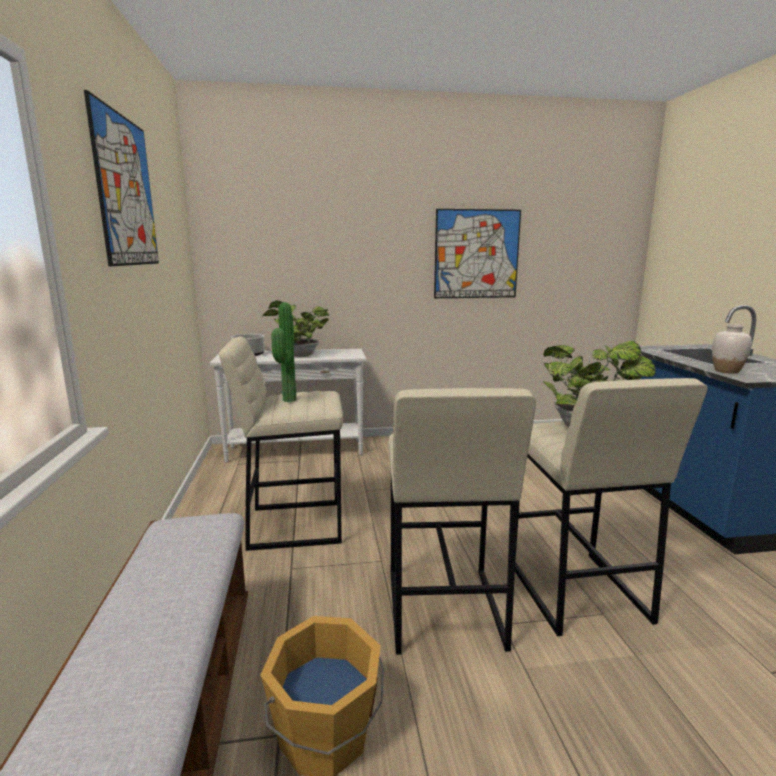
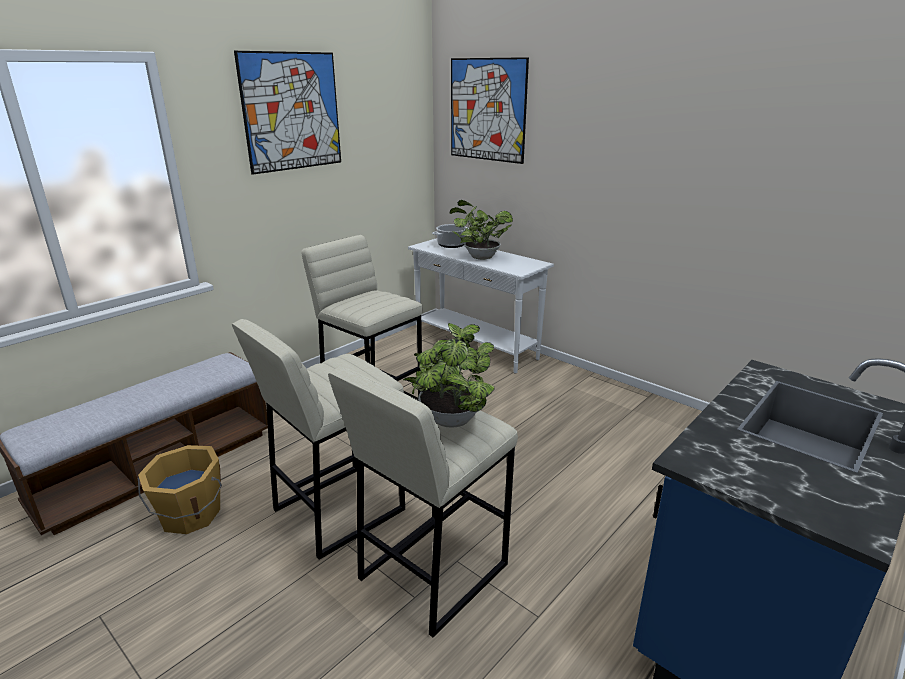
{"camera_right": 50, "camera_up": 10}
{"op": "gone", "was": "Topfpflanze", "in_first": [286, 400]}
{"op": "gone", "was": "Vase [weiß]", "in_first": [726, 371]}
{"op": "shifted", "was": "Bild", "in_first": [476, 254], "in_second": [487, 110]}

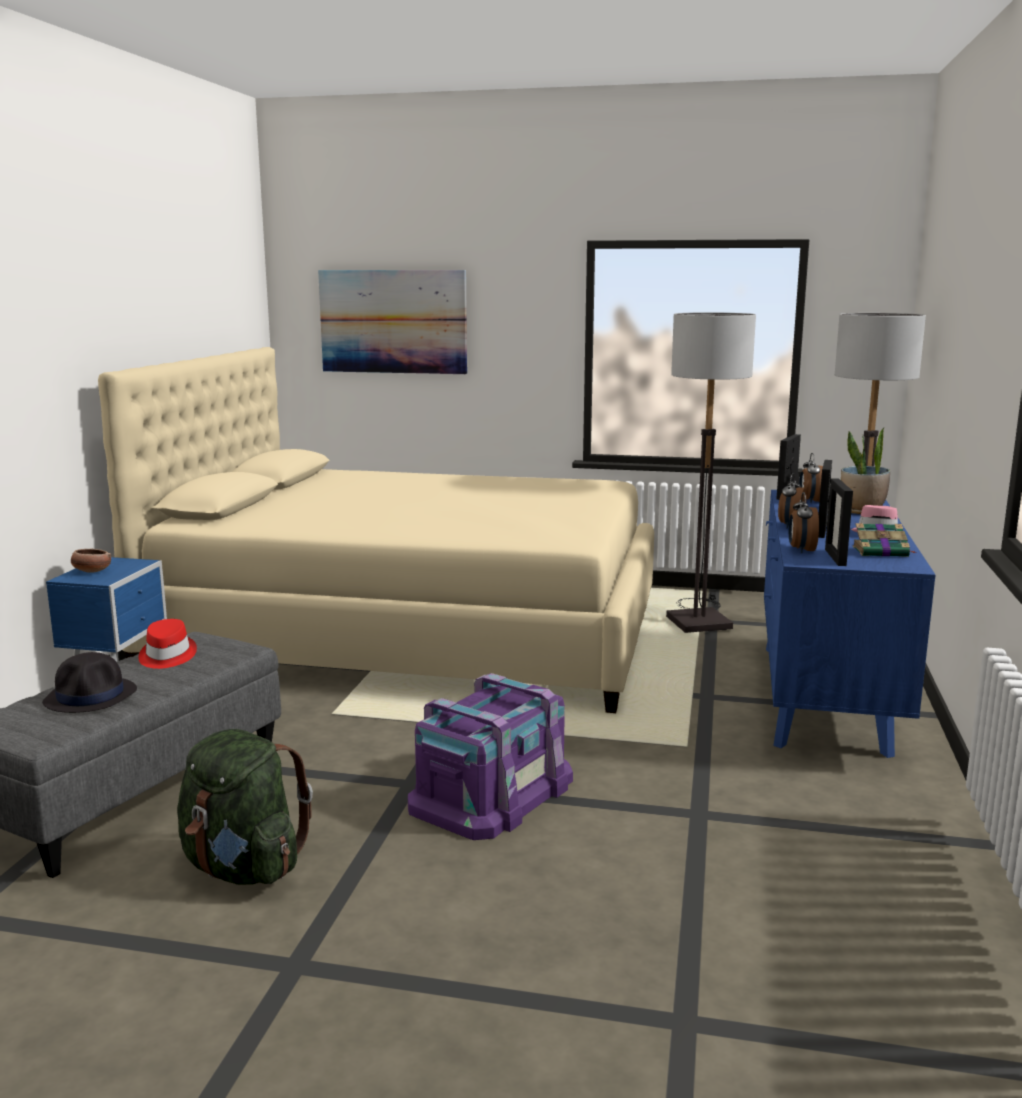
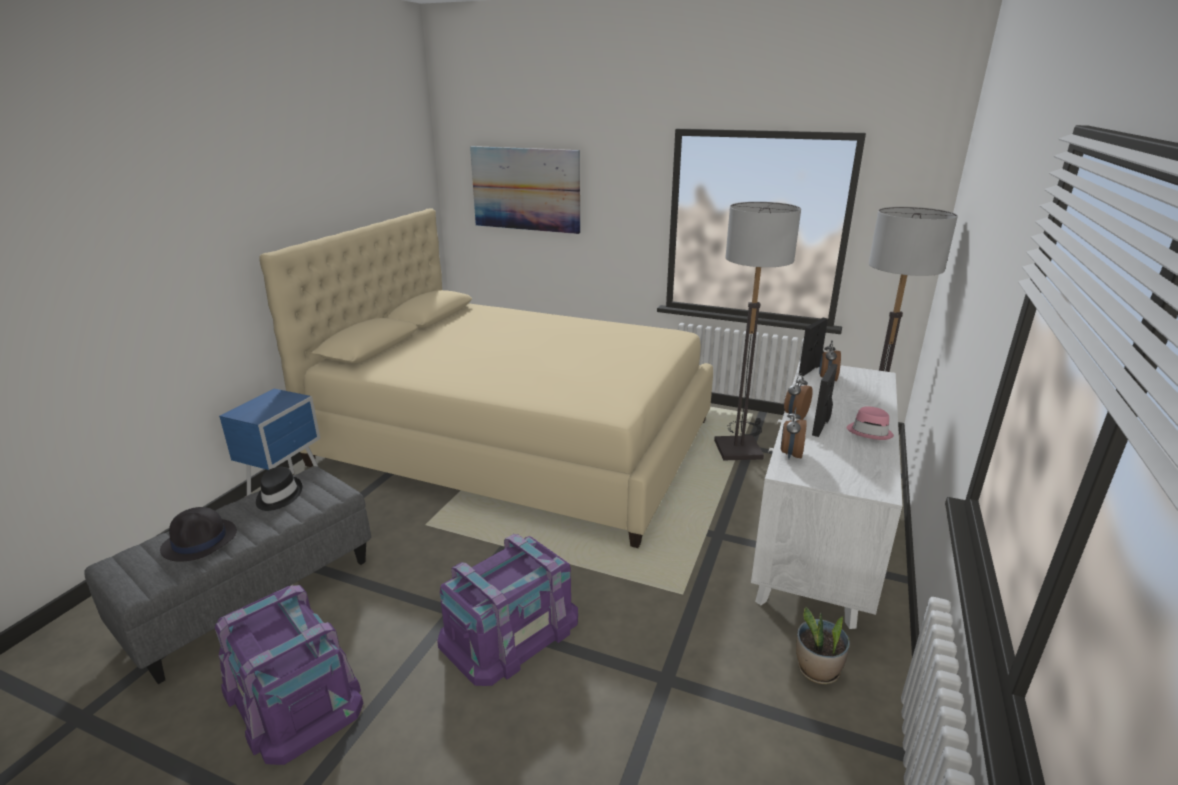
{"camera_right": 10, "camera_up": 10}
{"op": "gone", "was": "Schüssel", "in_first": [91, 571]}
{"op": "gone", "was": "Bilderrahmen", "in_first": [836, 557]}
{"op": "gone", "was": "Buch", "in_first": [882, 552]}
{"op": "shifted", "was": "Topfpflanze", "in_first": [862, 511], "in_second": [817, 670]}
{"op": "swapped", "was": "Rucksack [grün]", "now": "Aufbewahrungsbox [lila]", "in_first": [243, 868], "in_second": [293, 693]}
{"op": "repainted", "was": "Hut [rot]", "now": "Hut [schwarz]", "in_first": [166, 656], "in_second": [278, 496]}
{"op": "repainted", "was": "Kommode [blau]", "now": "Kommode [weiß]", "in_first": [825, 697], "in_second": [817, 547]}

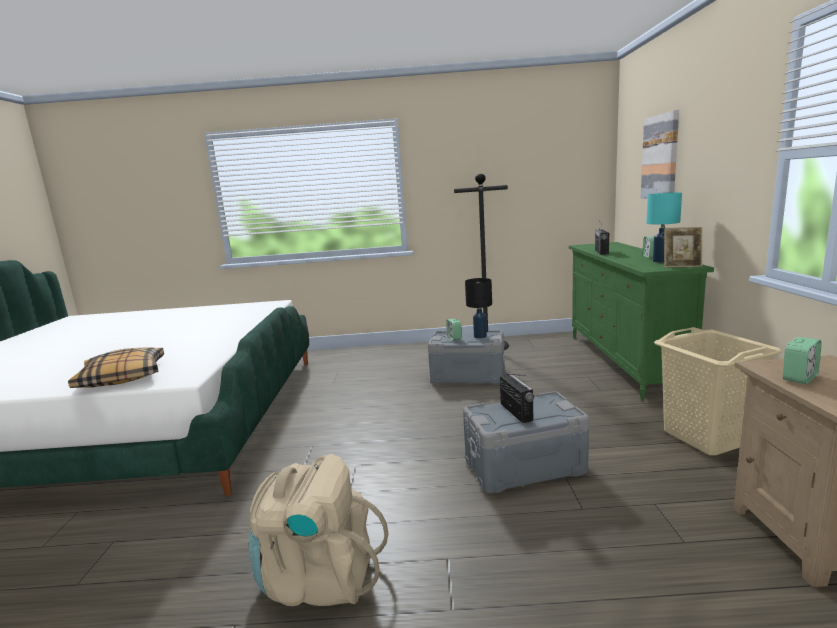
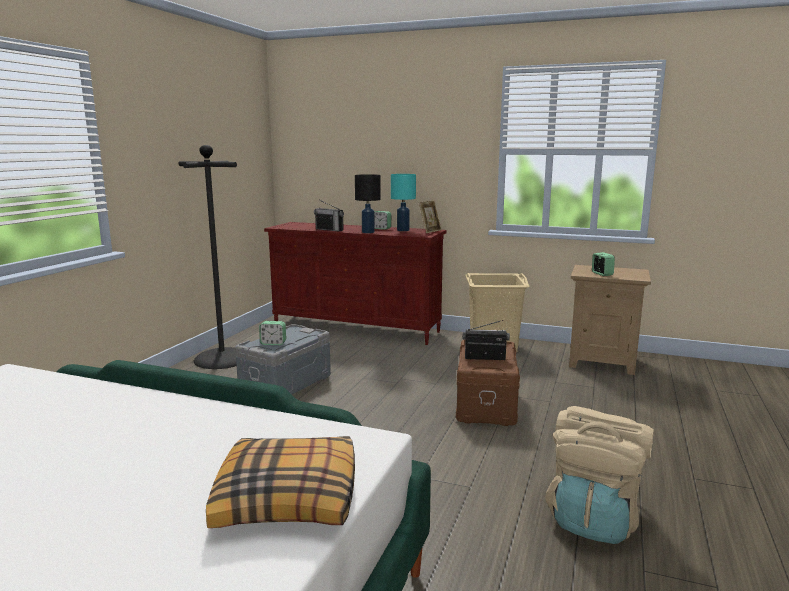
{"camera_right": -70, "camera_up": 0}
{"op": "gone", "was": "Bild", "in_first": [660, 157]}
{"op": "shifted", "was": "Tischlampe [schwarz]", "in_first": [480, 336], "in_second": [368, 232]}
{"op": "repainted", "was": "Aufbewahrungsbox [grau]", "now": "Aufbewahrungsbox [braun]", "in_first": [524, 466], "in_second": [485, 404]}
{"op": "repainted", "was": "Kommode [grün]", "now": "Kommode [rot]", "in_first": [623, 362], "in_second": [356, 329]}

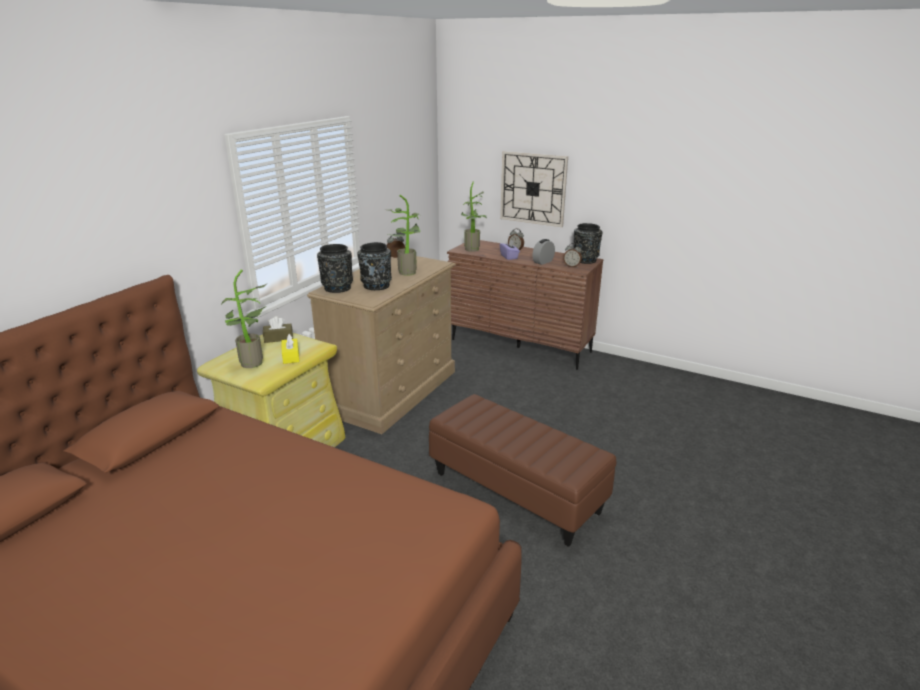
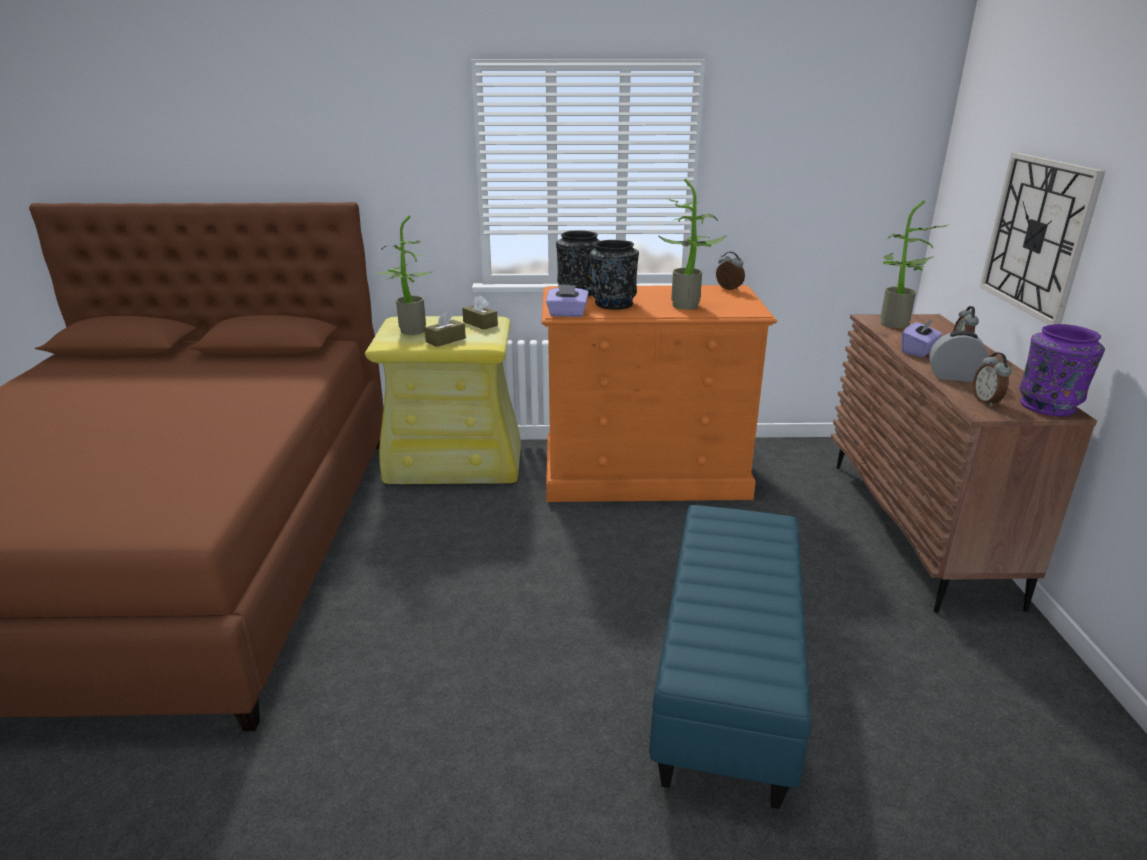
{"camera_right": 60, "camera_up": 0}
{"op": "gone", "was": "Polsterhocker [braun]", "in_first": [516, 492]}
{"op": "new", "now": "Taschentuchbox [lila]", "in_second": [567, 314]}
{"op": "new", "now": "Polsterhocker [blau]", "in_second": [729, 684]}
{"op": "repainted", "was": "Taschentuchbox [gelb]", "now": "Taschentuchbox [braun]", "in_first": [291, 356], "in_second": [445, 340]}
{"op": "repainted", "was": "Kommode [beige]", "now": "Kommode [orange]", "in_first": [393, 391], "in_second": [645, 474]}
{"op": "repainted", "was": "Vase [schwarz]", "now": "Vase [lila]", "in_first": [585, 260], "in_second": [1048, 406]}

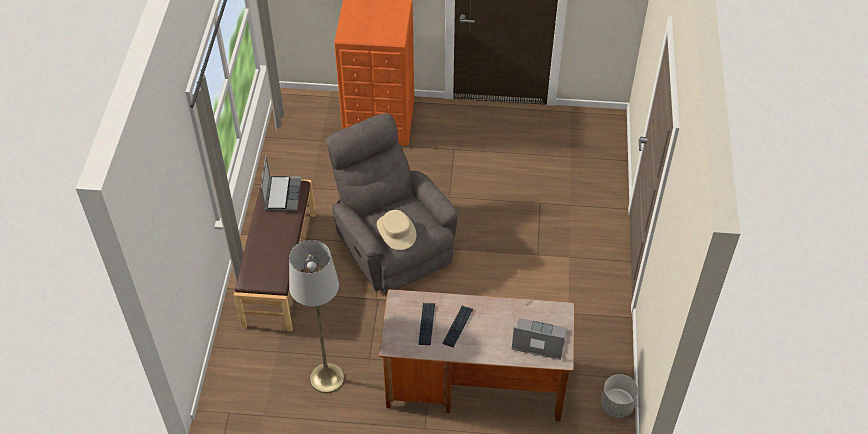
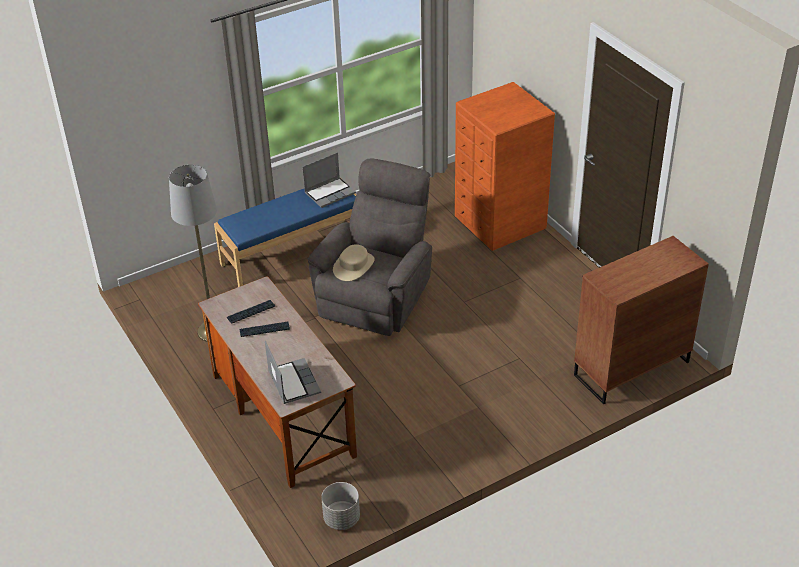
{"camera_right": 55, "camera_up": -10}
{"op": "new", "now": "Kommode [braun]", "in_second": [631, 369]}
{"op": "repainted", "was": "Bank [braun]", "now": "Bank [blau]", "in_first": [279, 268], "in_second": [292, 252]}

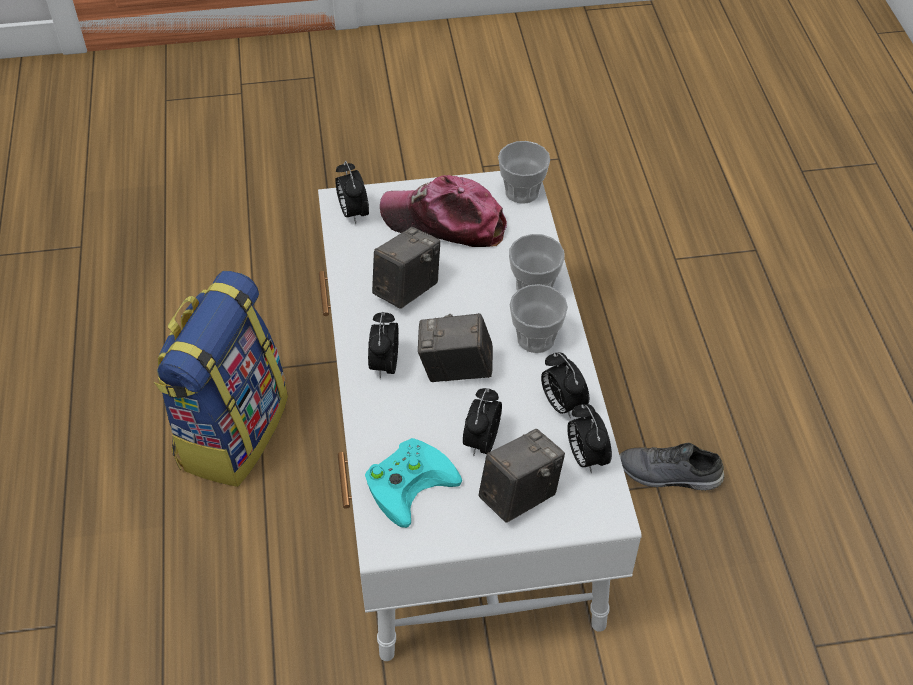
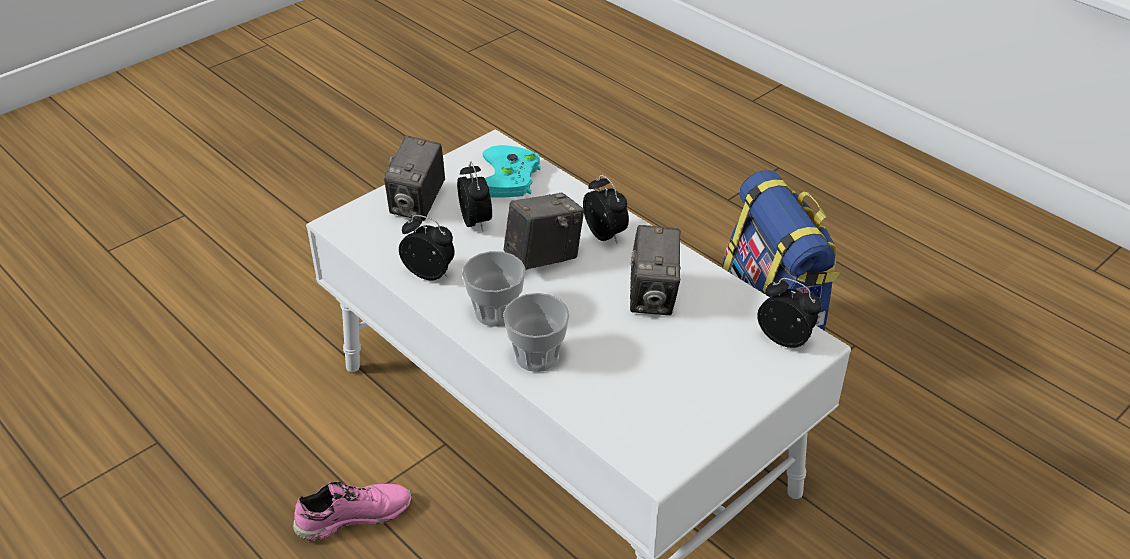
{"camera_right": 145, "camera_up": -10}
{"op": "gone", "was": "Kappe", "in_first": [444, 222]}
{"op": "gone", "was": "Tasse", "in_first": [522, 191]}
{"op": "gone", "was": "Wecker", "in_first": [585, 457]}
{"op": "repainted", "was": "Schuh [grau]", "now": "Schuh [rosa]", "in_first": [669, 475], "in_second": [354, 515]}

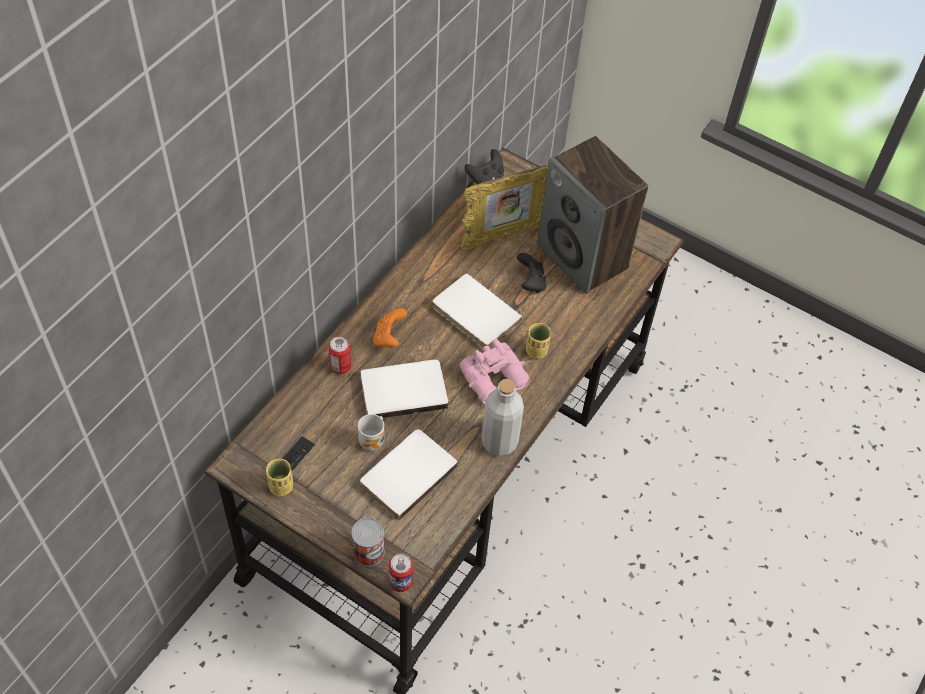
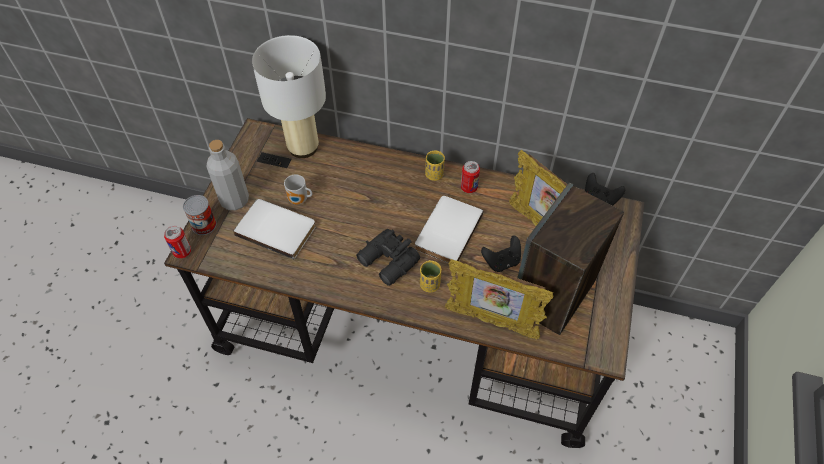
{"camera_right": 75, "camera_up": 0}
{"op": "gone", "was": "Buch [weiß]", "in_first": [403, 389]}
{"op": "gone", "was": "Gamepad [orange]", "in_first": [389, 338]}
{"op": "new", "now": "Tischlampe [weiß]", "in_second": [304, 148]}
{"op": "new", "now": "Bilderrahmen", "in_second": [491, 322]}
{"op": "shifted", "was": "Tasse [gelb]", "in_first": [281, 486], "in_second": [434, 175]}
{"op": "shifted", "was": "Dose", "in_first": [340, 366], "in_second": [469, 187]}
{"op": "shifted", "was": "Flasche [grau]", "in_first": [499, 442], "in_second": [234, 200]}
{"op": "repainted", "was": "Fernglas [rosa]", "now": "Fernglas [schwarz]", "in_first": [496, 379], "in_second": [388, 263]}

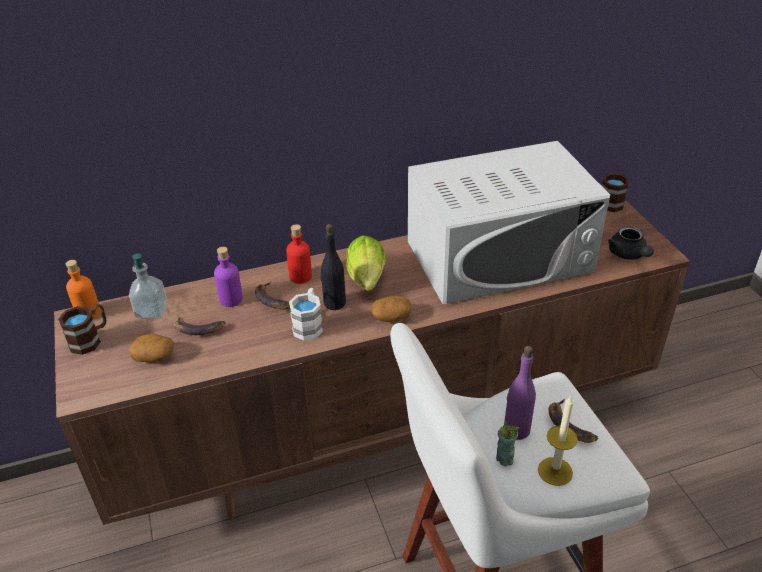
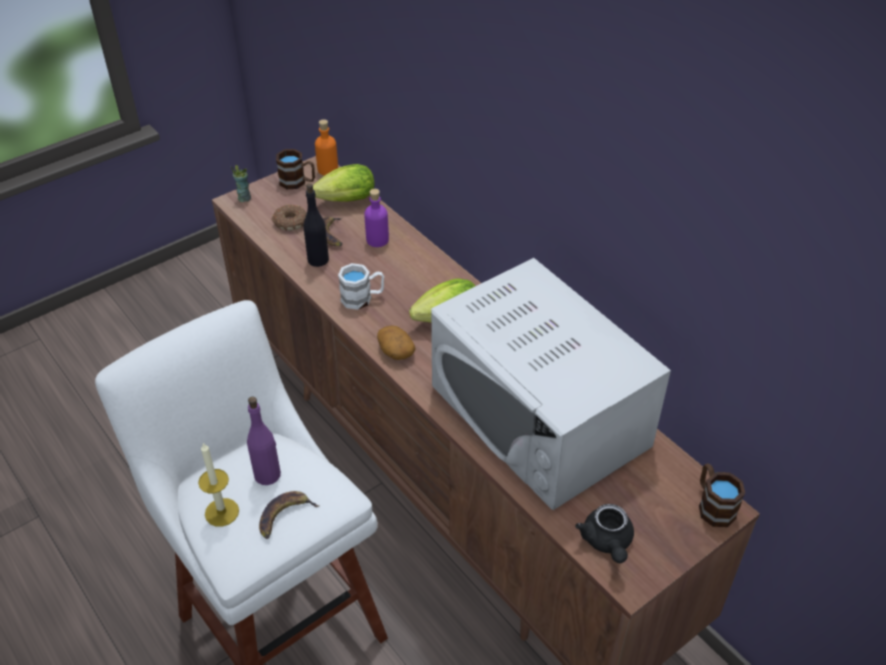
{"camera_right": 70, "camera_up": 5}
{"op": "gone", "was": "Banane", "in_first": [273, 299]}
{"op": "gone", "was": "Flasche [rot]", "in_first": [300, 276]}
{"op": "shifted", "was": "Flasche [schwarz]", "in_first": [334, 303], "in_second": [318, 259]}
{"op": "shifted", "was": "Tasse", "in_first": [504, 459], "in_second": [244, 198]}
{"op": "swapped", "was": "Seifenspender", "now": "Salatkopf", "in_first": [152, 311], "in_second": [343, 201]}
{"op": "swapped", "was": "Kartoffel", "now": "Donut", "in_first": [154, 356], "in_second": [289, 222]}
{"op": "rotated", "was": "Teekanne [schwarz]", "in_first": [628, 255], "in_second": [607, 542], "clockwise": -60}

